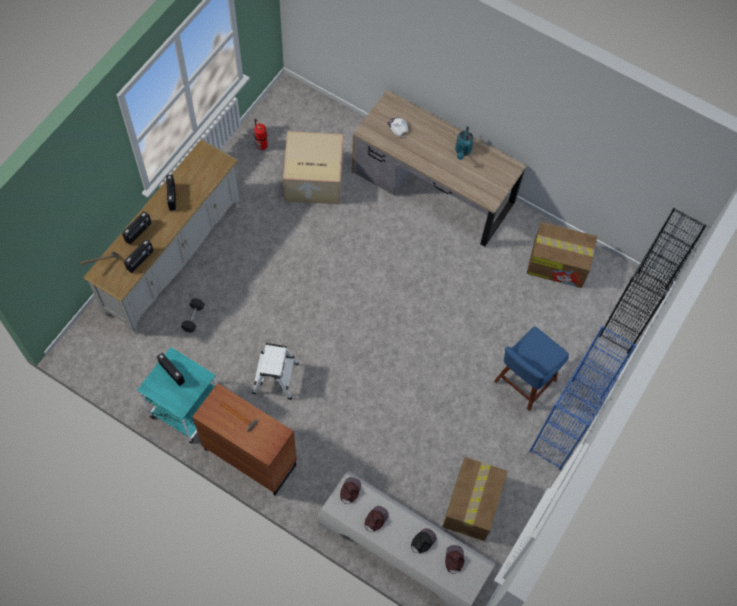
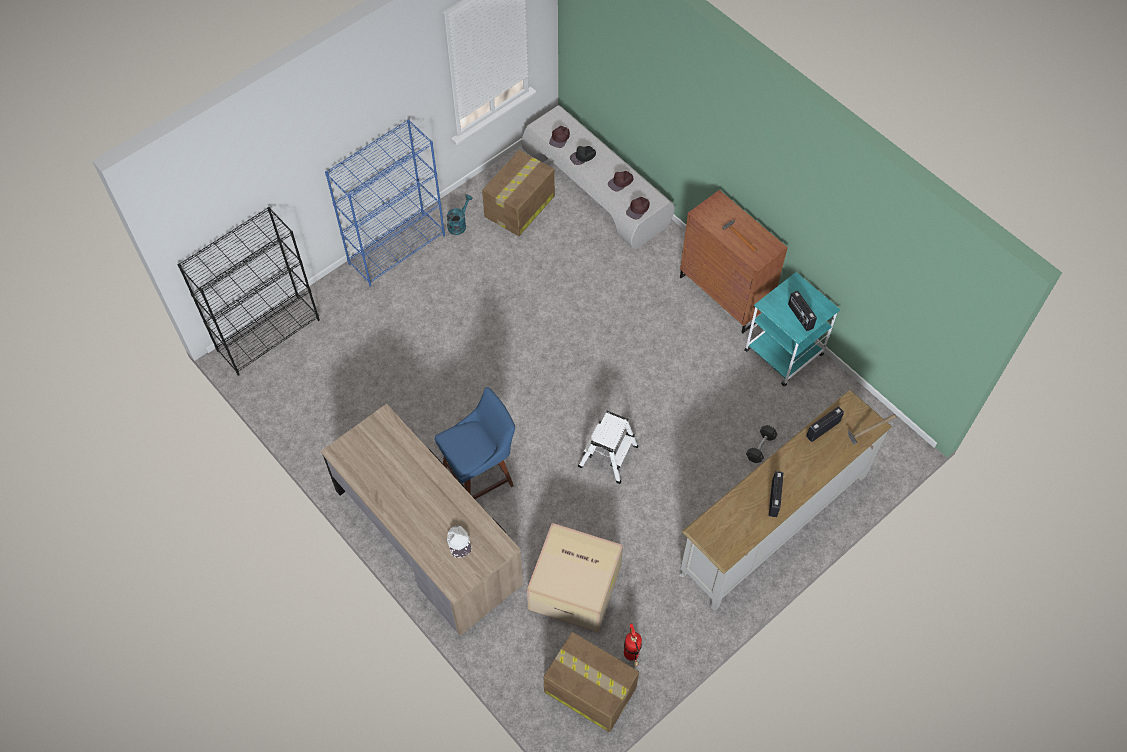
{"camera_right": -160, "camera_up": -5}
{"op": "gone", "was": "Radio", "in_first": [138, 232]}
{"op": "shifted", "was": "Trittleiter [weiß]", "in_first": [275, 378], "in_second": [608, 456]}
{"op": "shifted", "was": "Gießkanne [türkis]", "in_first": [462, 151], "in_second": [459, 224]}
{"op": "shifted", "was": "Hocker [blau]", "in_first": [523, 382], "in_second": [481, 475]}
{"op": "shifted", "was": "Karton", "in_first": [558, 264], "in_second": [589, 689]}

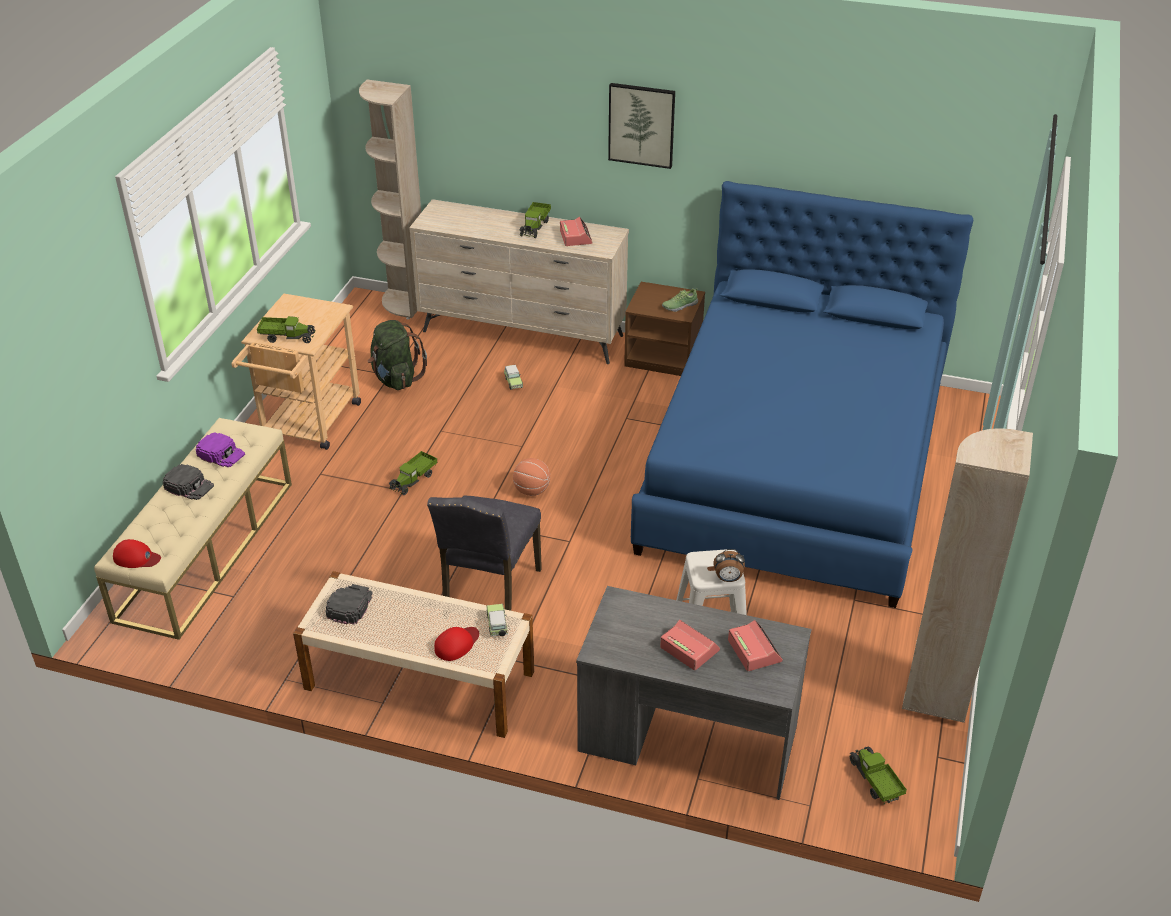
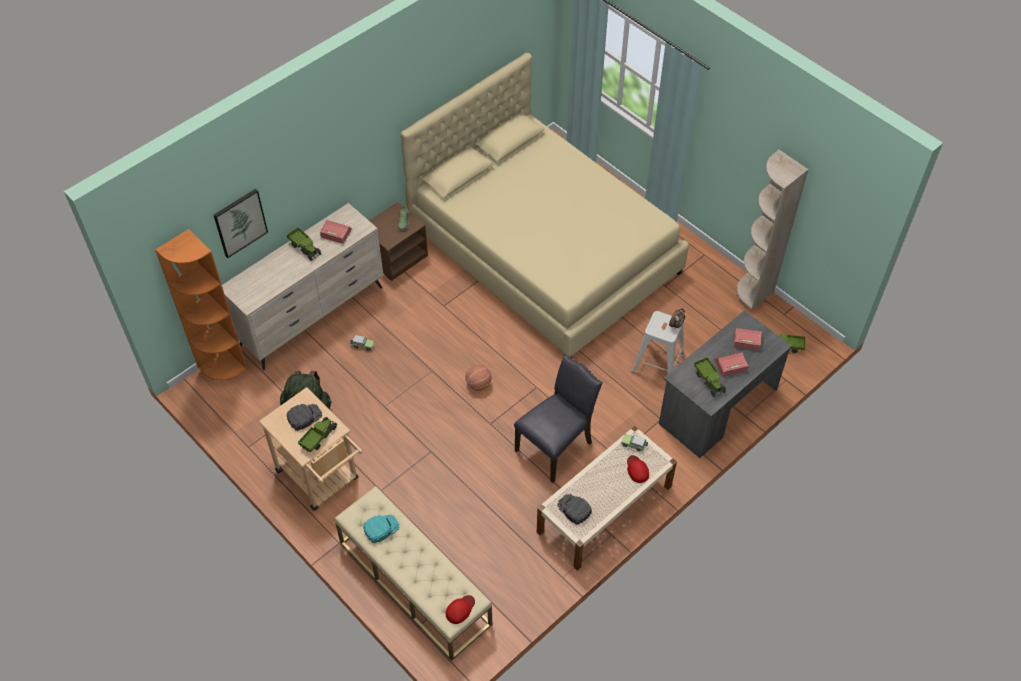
{"camera_right": -60, "camera_up": 15}
{"op": "shifted", "was": "Kappe [schwarz]", "in_first": [189, 486], "in_second": [304, 417]}
{"op": "shifted", "was": "Spielzeuglaster", "in_first": [414, 479], "in_second": [709, 380]}
{"op": "shifted", "was": "Bild", "in_first": [641, 125], "in_second": [240, 222]}
{"op": "repainted", "was": "Kappe [lila]", "now": "Kappe [türkis]", "in_first": [221, 454], "in_second": [381, 528]}
{"op": "repainted", "was": "Bücherregal [beige]", "now": "Bücherregal [orange]", "in_first": [402, 308], "in_second": [224, 370]}
{"op": "repainted", "was": "Bett [blau]", "now": "Bett [beige]", "in_first": [796, 464], "in_second": [544, 250]}
{"op": "rotated", "was": "Stuhl [grau]", "in_first": [489, 594], "in_second": [556, 446], "clockwise": -90}

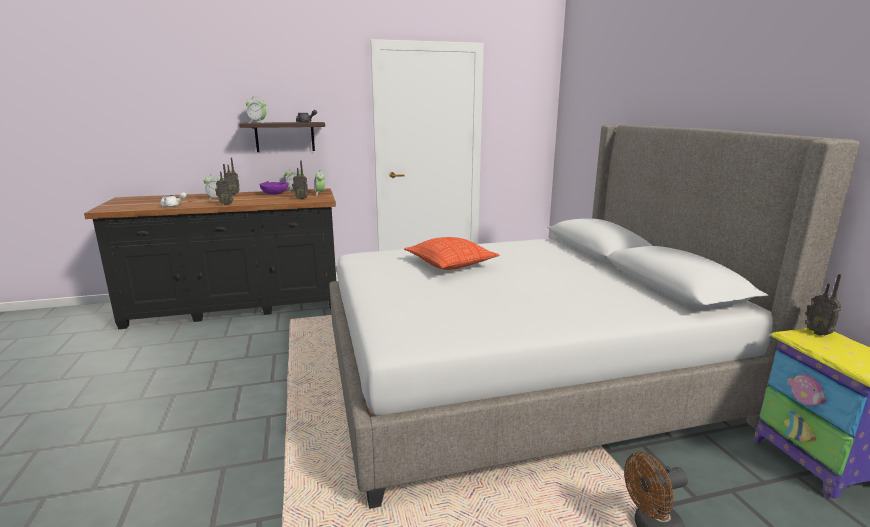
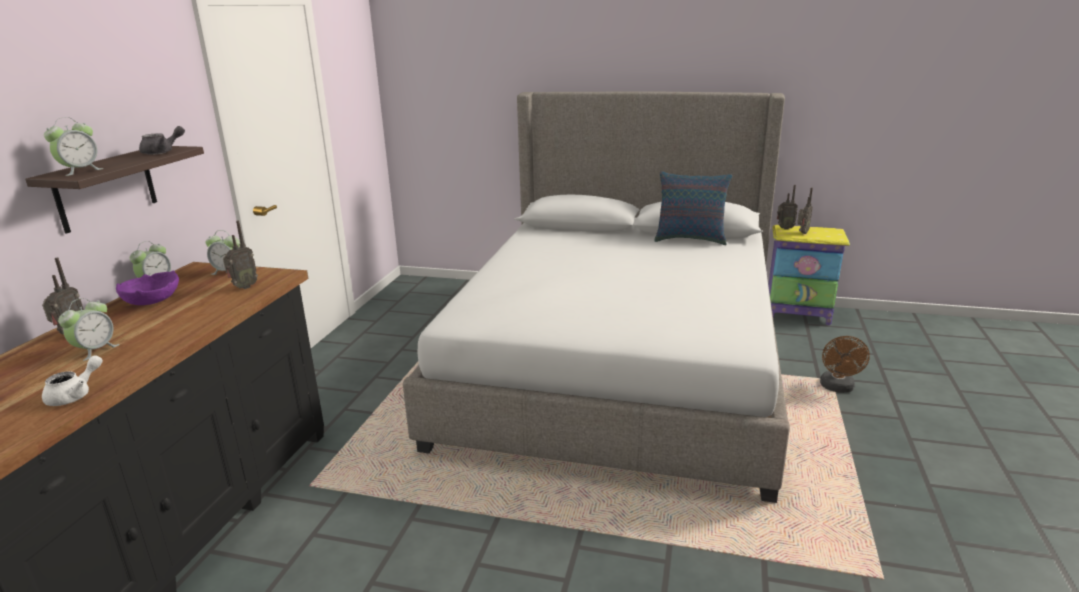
{"camera_right": -60, "camera_up": 5}
{"op": "gone", "was": "Kissen [orange]", "in_first": [451, 264]}
{"op": "new", "now": "Kissen [blau]", "in_second": [690, 240]}
{"op": "shifted", "was": "Radio", "in_first": [226, 204], "in_second": [802, 233]}

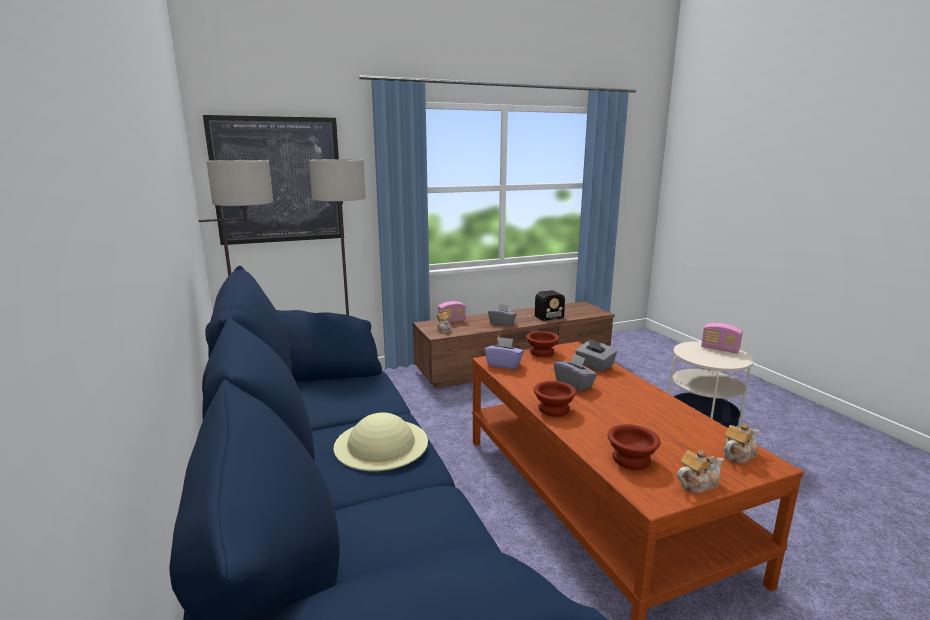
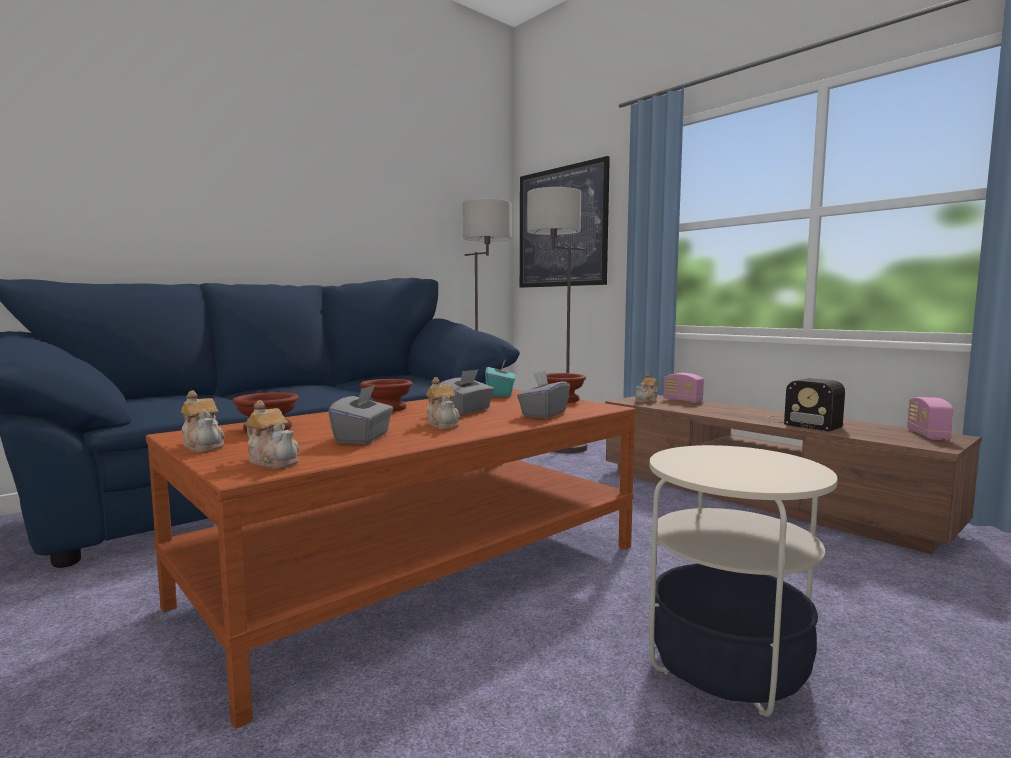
{"camera_right": 70, "camera_up": -10}
{"op": "gone", "was": "Hut [beige]", "in_first": [381, 443]}
{"op": "new", "now": "Teekanne", "in_second": [443, 424]}
{"op": "shifted", "was": "Taschentuchbox [grau]", "in_first": [502, 323], "in_second": [363, 438]}
{"op": "shifted", "was": "Radio", "in_first": [720, 349], "in_second": [927, 435]}
{"op": "repainted", "was": "Taschentuchbox [lila]", "now": "Taschentuchbox [türkis]", "in_first": [504, 364], "in_second": [500, 394]}

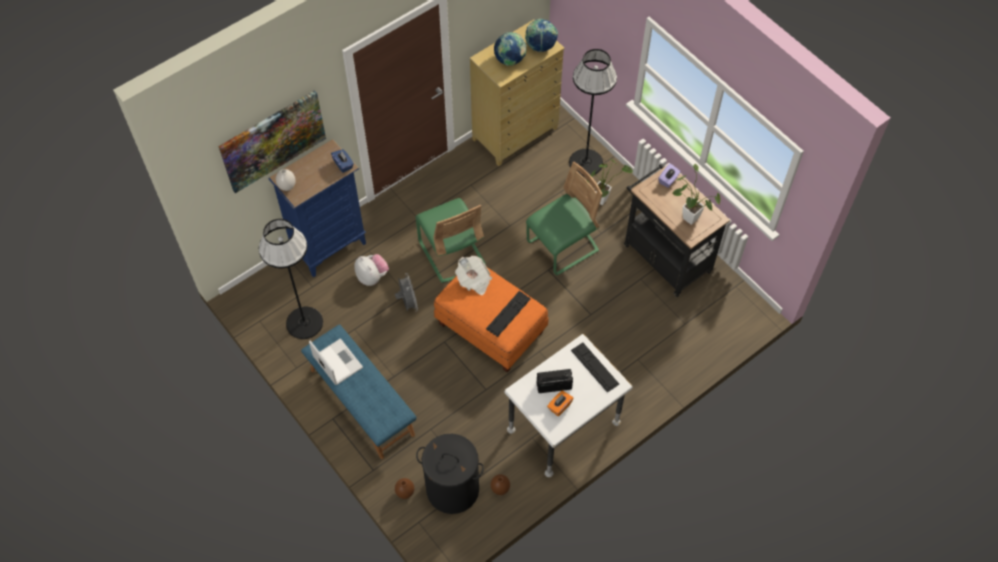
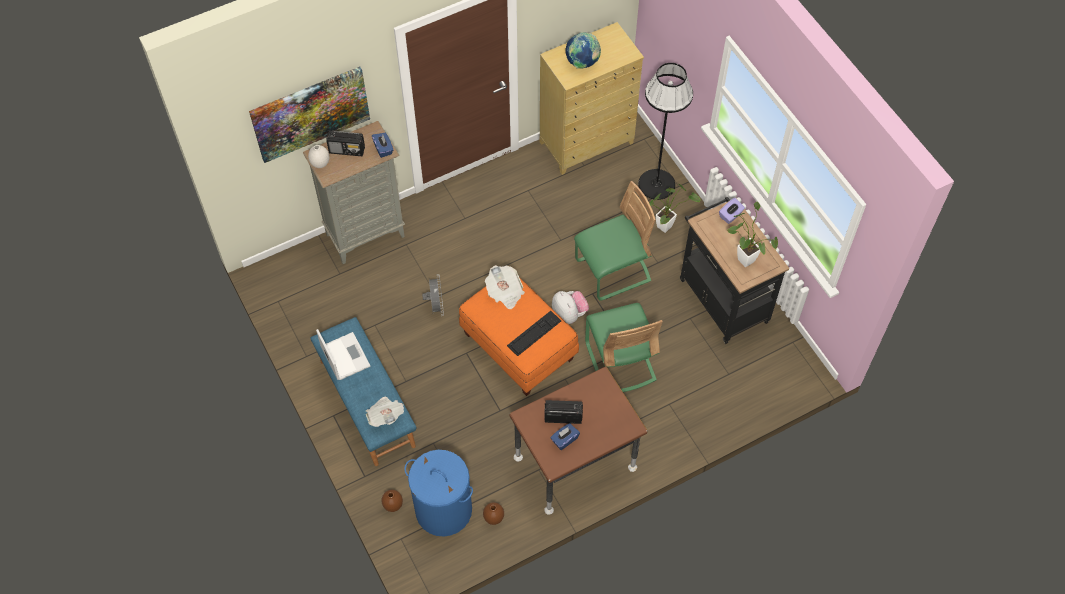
{"camera_right": 10, "camera_up": 0}
{"op": "gone", "was": "Stehlampe [schwarz]", "in_first": [304, 323]}
{"op": "gone", "was": "Globus", "in_first": [540, 46]}
{"op": "gone", "was": "Tastatur", "in_first": [595, 367]}
{"op": "new", "now": "Radio", "in_second": [347, 150]}
{"op": "new", "now": "Zeitung", "in_second": [385, 416]}
{"op": "shifted", "was": "Plüschtier", "in_first": [372, 277], "in_second": [569, 314]}
{"op": "shifted", "was": "Stuhl [grün]", "in_first": [451, 253], "in_second": [620, 361]}
{"op": "repainted", "was": "Kommode [blau]", "now": "Kommode [grau]", "in_first": [331, 248], "in_second": [367, 235]}
{"op": "repainted", "was": "Wäschekorb [schwarz]", "now": "Wäschekorb [blau]", "in_first": [452, 489], "in_second": [443, 510]}
{"op": "repainted", "was": "Schreibtisch [weiß]", "now": "Schreibtisch [braun]", "in_first": [564, 426], "in_second": [575, 463]}
{"op": "repainted", "was": "Taschentuchbox [orange]", "now": "Taschentuchbox [blau]", "in_first": [559, 406], "in_second": [564, 440]}

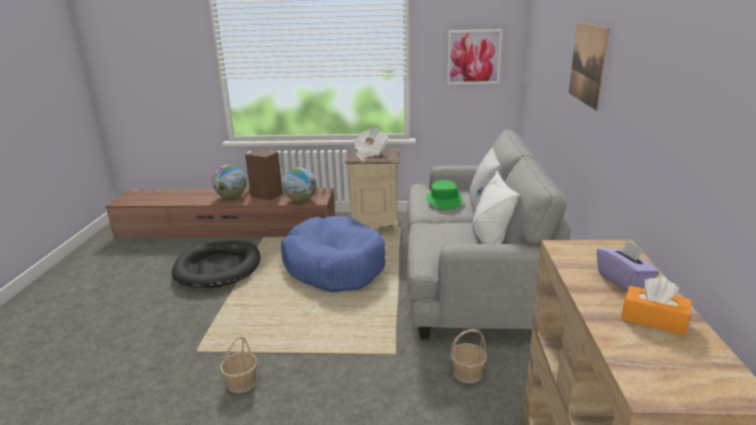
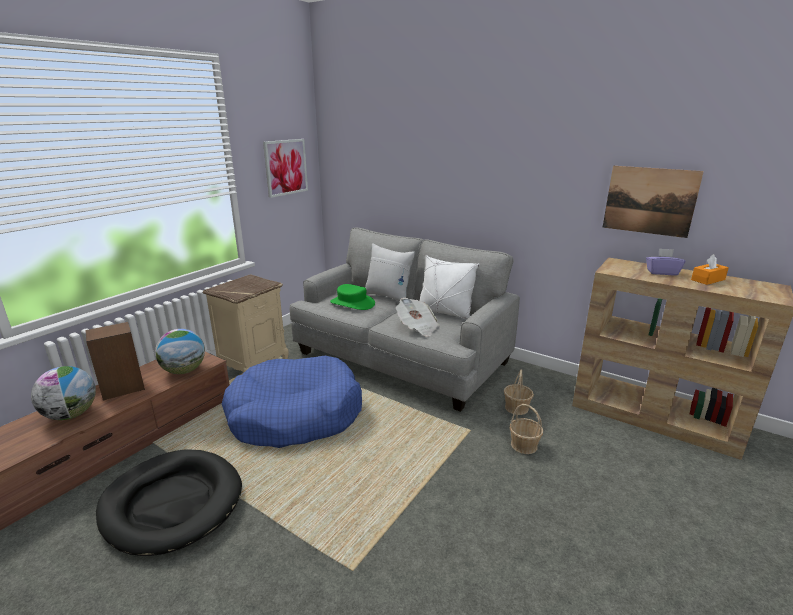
{"camera_right": -60, "camera_up": 0}
{"op": "shifted", "was": "Korb", "in_first": [242, 382], "in_second": [524, 445]}
{"op": "shifted", "was": "Zeitung", "in_first": [369, 153], "in_second": [417, 327]}
{"op": "shifted", "was": "Bild", "in_first": [587, 64], "in_second": [649, 201]}

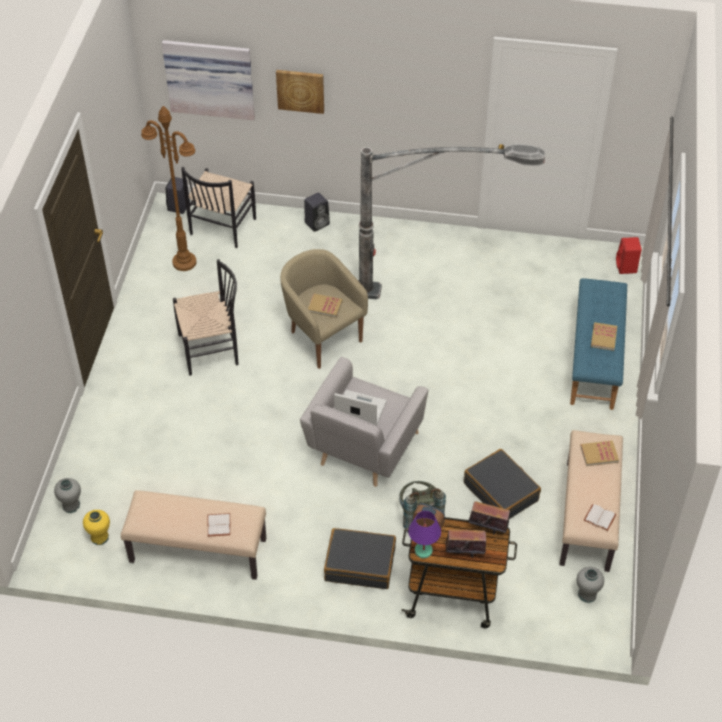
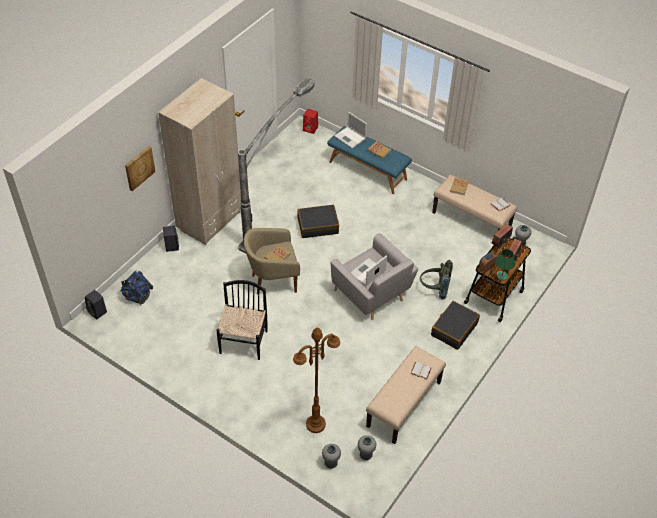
{"camera_right": -65, "camera_up": 0}
{"op": "gone", "was": "Bild", "in_first": [210, 77]}
{"op": "new", "now": "Kleiderschrank [beige]", "in_second": [210, 220]}
{"op": "new", "now": "Laptop", "in_second": [350, 137]}
{"op": "shifted", "was": "Stehlampe [braun]", "in_first": [184, 262], "in_second": [315, 424]}
{"op": "shifted", "was": "Koffer [schwarz]", "in_first": [501, 492], "in_second": [318, 225]}
{"op": "swapped", "was": "Stuhl [schwarz]", "now": "Rucksack [blau]", "in_first": [221, 228], "in_second": [138, 296]}
{"op": "repainted", "was": "Vase [gelb]", "now": "Vase [grau]", "in_first": [99, 537], "in_second": [365, 454]}
{"op": "repainted", "was": "Tischlampe [lila]", "now": "Tischlampe [grün]", "in_first": [423, 551], "in_second": [501, 276]}

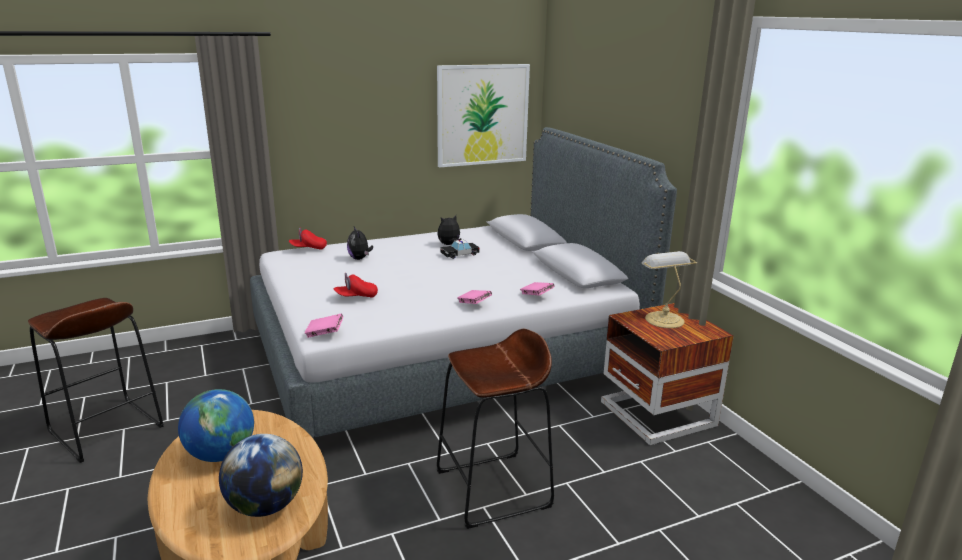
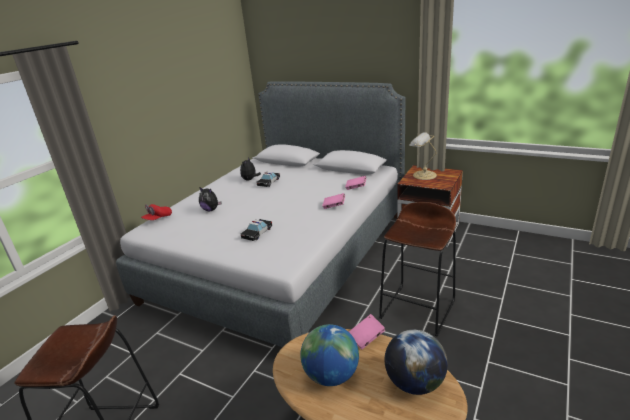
{"camera_right": -35, "camera_up": 5}
{"op": "gone", "was": "Bild", "in_first": [482, 115]}
{"op": "shifted", "was": "Buch [rosa]", "in_first": [325, 334], "in_second": [366, 338]}
{"op": "swapped", "was": "Kappe [rot]", "now": "Spielzeugauto", "in_first": [356, 297], "in_second": [257, 233]}

